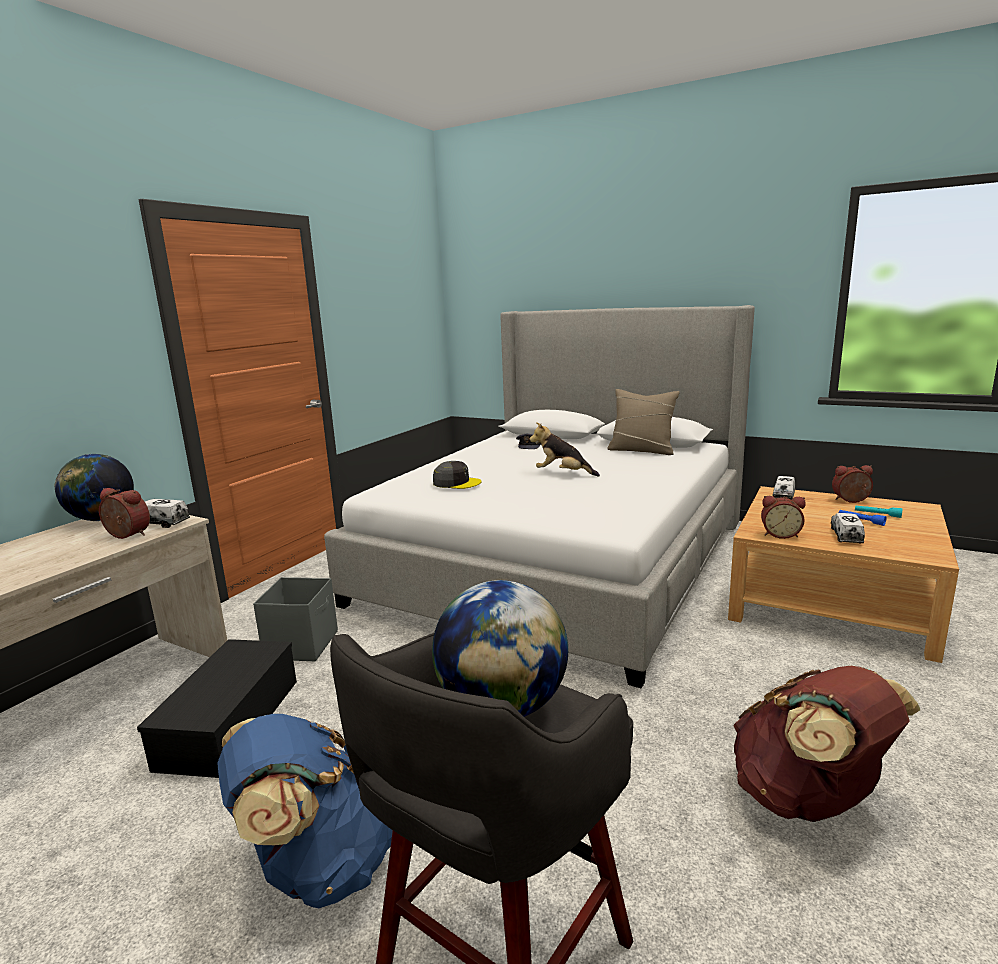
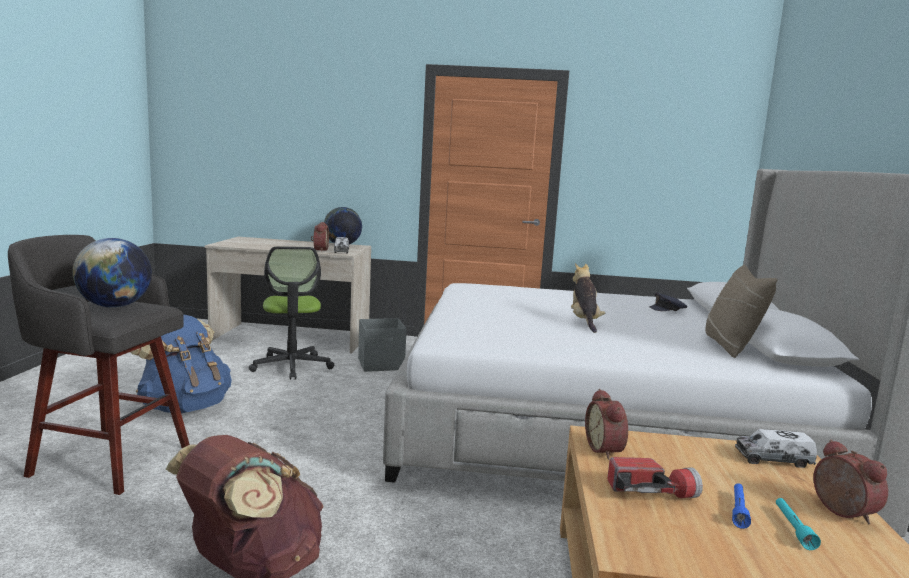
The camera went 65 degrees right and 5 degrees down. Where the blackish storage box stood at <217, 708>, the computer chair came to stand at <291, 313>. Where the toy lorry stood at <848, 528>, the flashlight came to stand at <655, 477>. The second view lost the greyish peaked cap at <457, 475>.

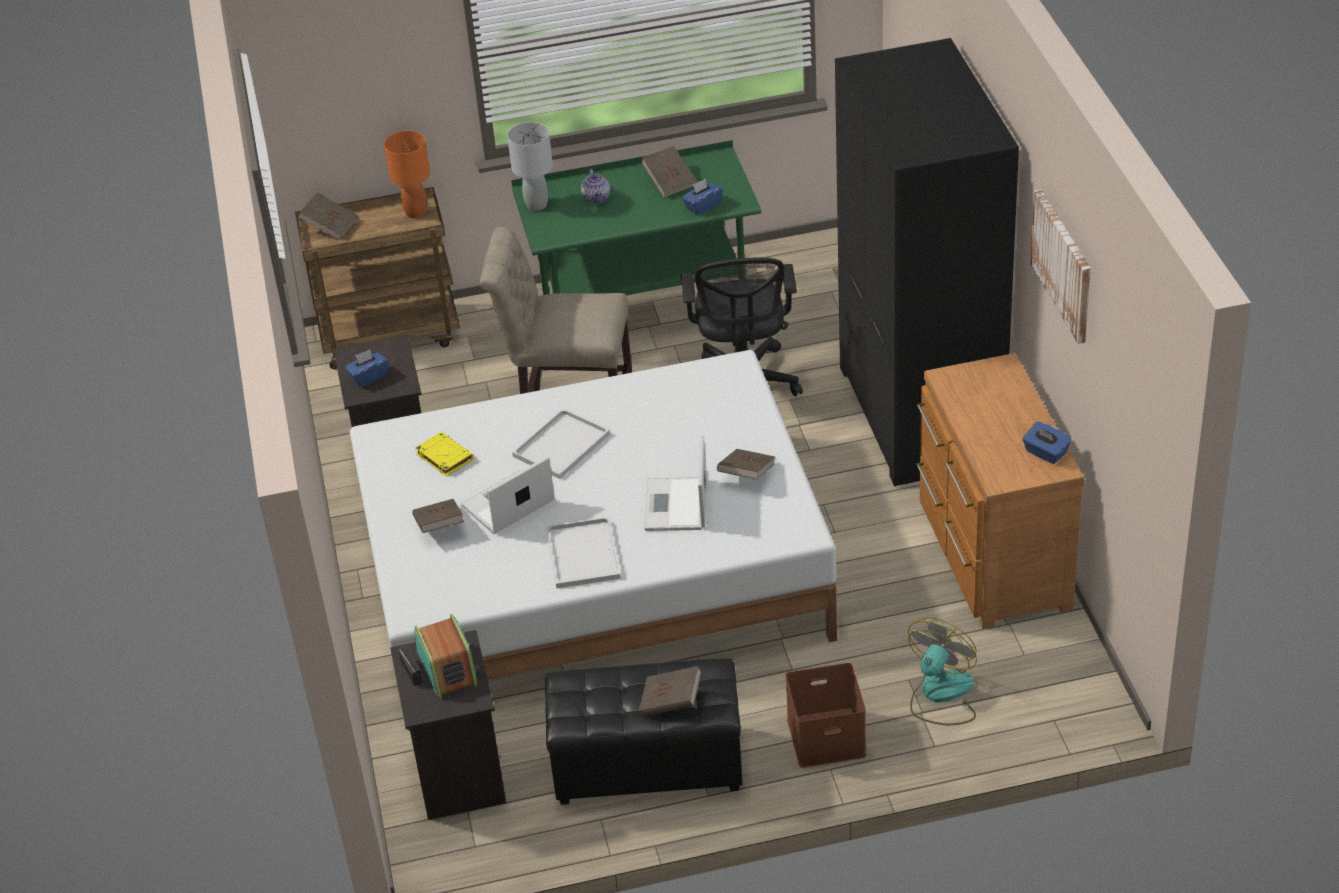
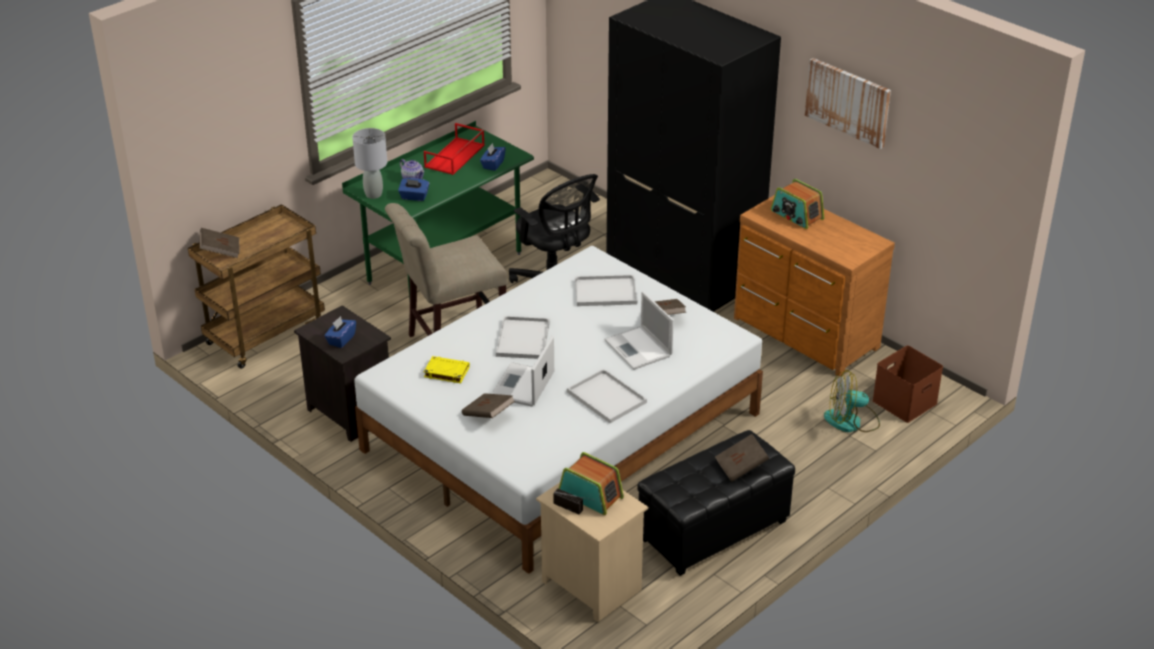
The camera went 35 degrees left and 5 degrees down. The blue box of tissues ended up elsewhere, having gone from <1046, 443> to <413, 189>. Where the brownish volume stood at <669, 172>, the red tray came to stand at <454, 149>. What was the blackish nightstand at <448, 725> turned into the sand-coloured nightstand at <592, 552>. The second view gained the white-coloured tray at <606, 290>. The second view gained the radio set at <797, 204>. The electric fan at <942, 671> ended up facing another way, 90 degrees counterclockwise from before. The brownish storage box ended up elsewhere, having gone from <826, 715> to <907, 384>. The second view lost the orange lamp for a table at <407, 174>.

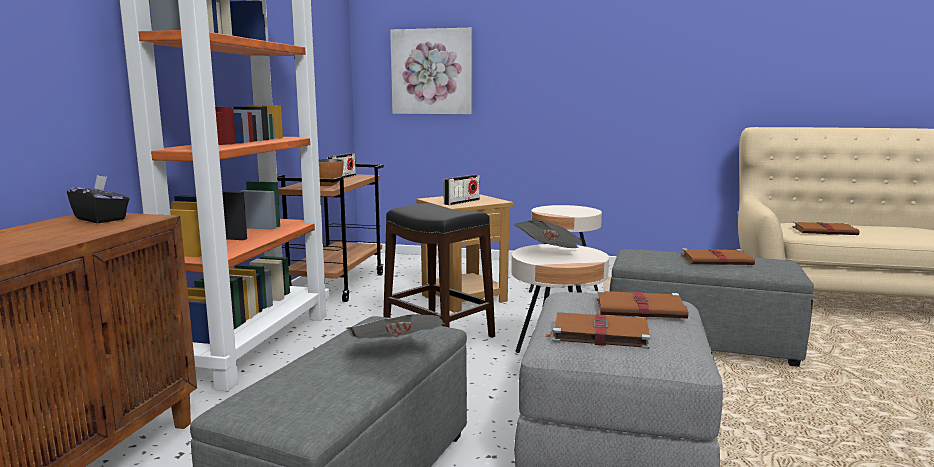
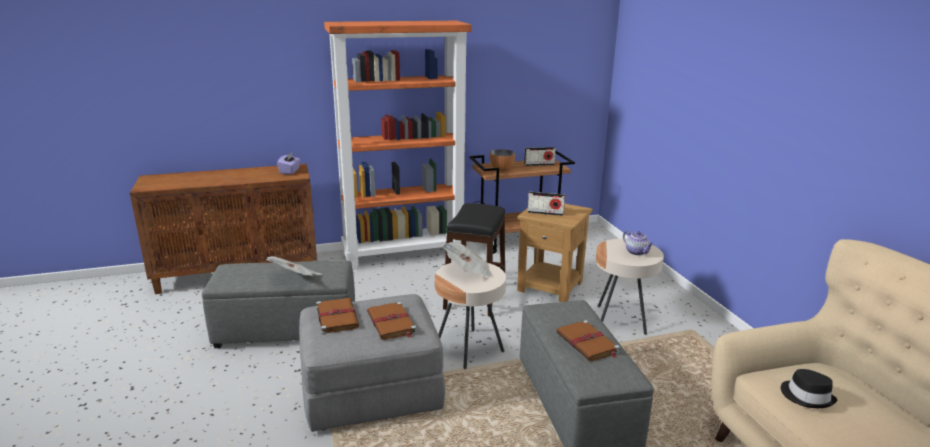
The camera went 60 degrees right and 10 degrees up. What was the blackish box of tissues at <98, 199> turned into the purple-coloured box of tissues at <289, 163>. The second view gained the pot for tea at <638, 243>. Where the brownish volume stood at <826, 228>, the blackish clothing hat came to stand at <809, 388>. The second view lost the wall picture at <431, 71>.

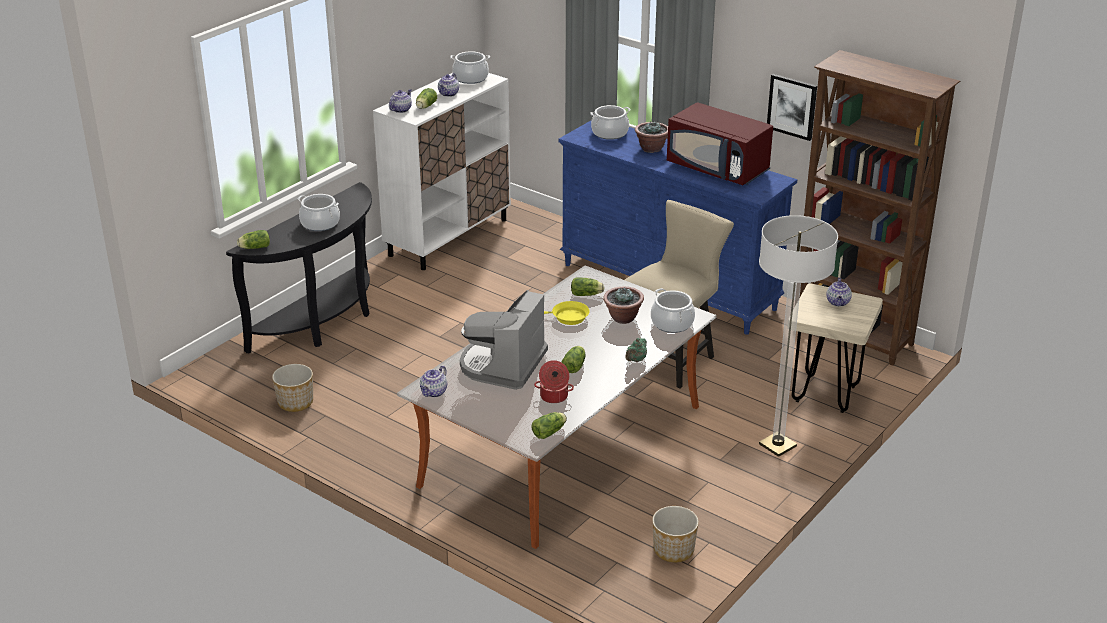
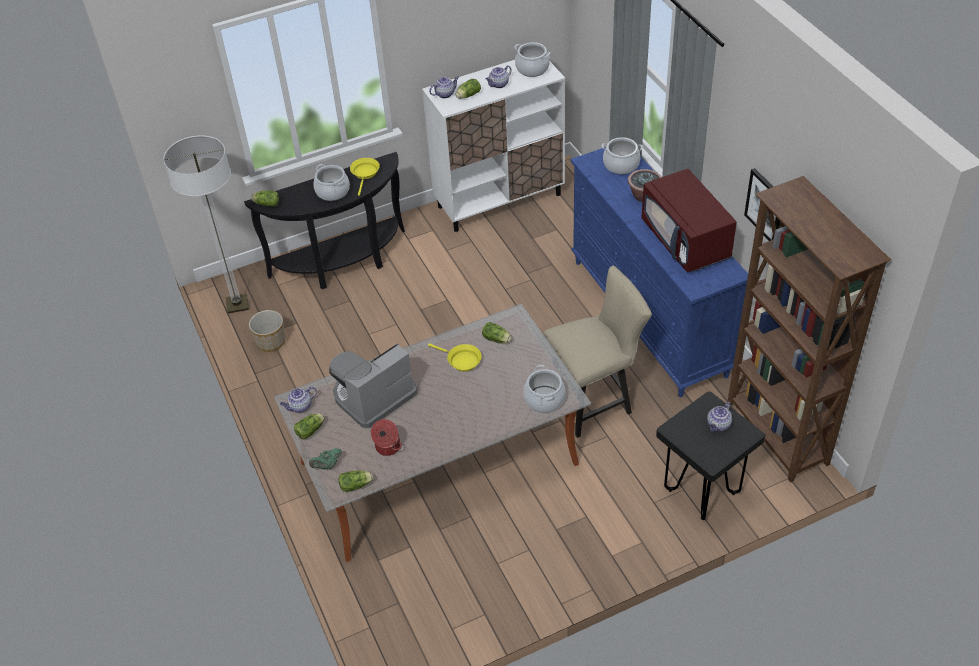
The camera went 30 degrees right and 15 degrees up. The floor lamp ended up elsewhere, having gone from <798, 336> to <206, 224>. The head of lettuce ended up elsewhere, having gone from <574, 359> to <309, 426>. The green-coloured pot for tea ended up elsewhere, having gone from <636, 350> to <325, 459>. The second view gained the yellow-coloured frying pan at <365, 177>. What was the sand-coloured stool at <837, 348> turned into the blackish stool at <710, 455>. The second view lost the houseplant at <623, 305>. The second view lost the plant pot at <675, 534>.

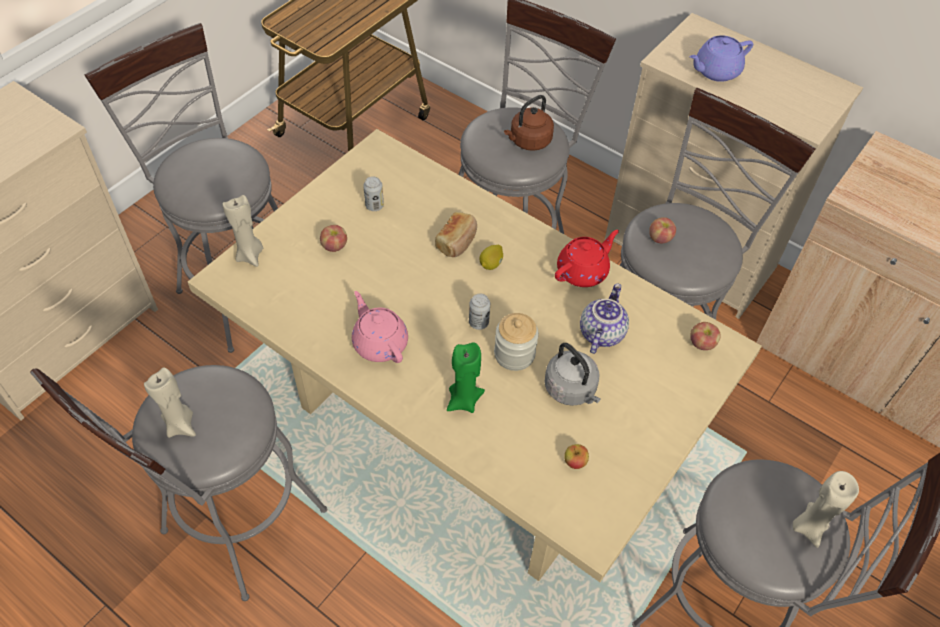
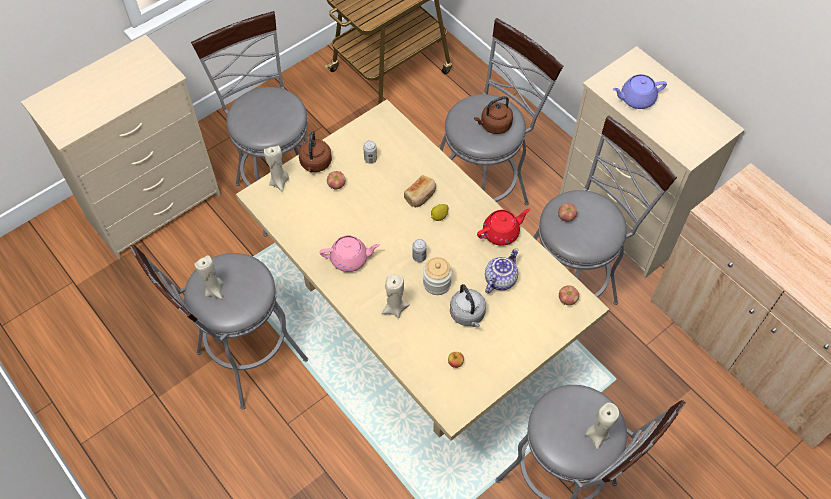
The camera went 15 degrees right and 5 degrees up. The second view gained the brownish kettle at <315, 151>. The pinkish pot for tea at <380, 327> ended up facing another way, 105 degrees clockwise from before. What was the green-coloured candle at <466, 377> turned into the sand-coloured candle at <396, 296>.

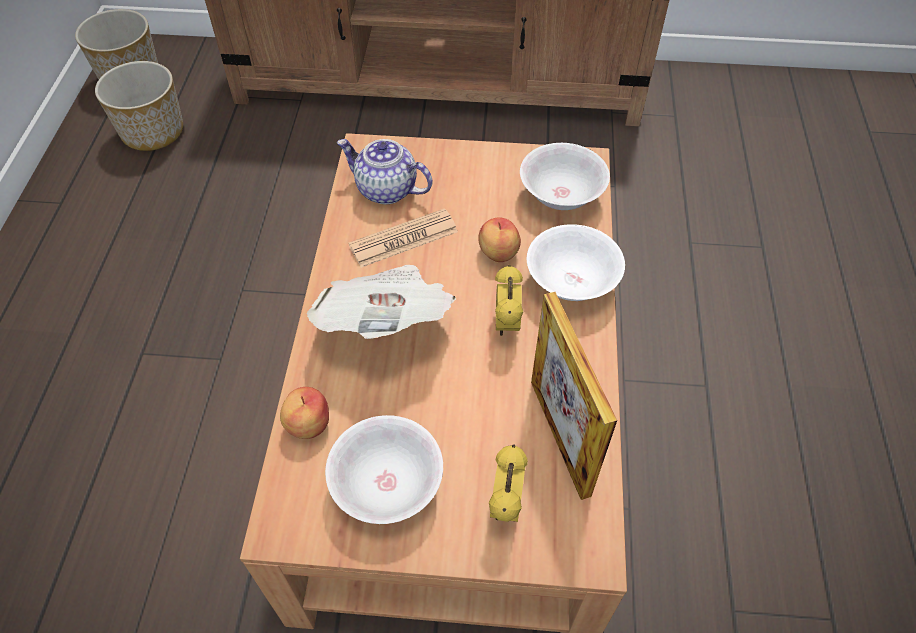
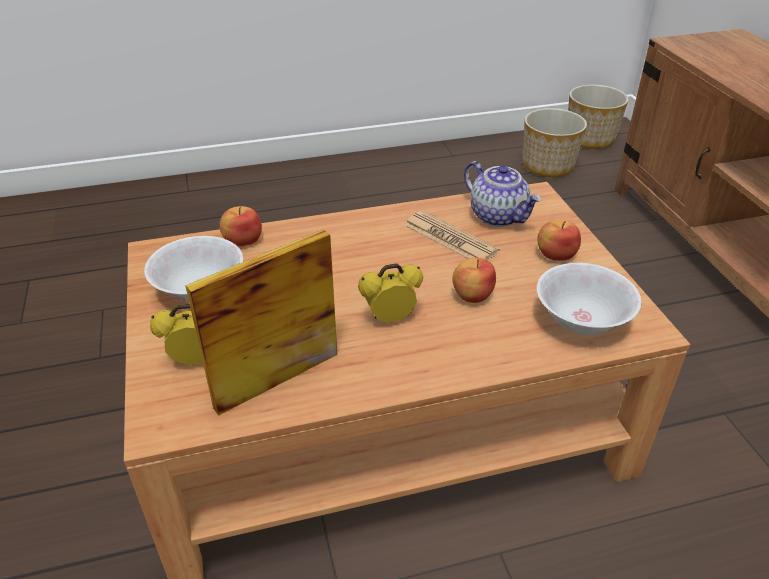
The camera went 70 degrees right and 15 degrees down. The pot for tea at <385, 171> ended up facing another way, 135 degrees clockwise from before. The second view gained the apple fruit at <559, 240>. The second view lost the newspaper at <381, 302>. The second view lost the white-coloured serving bowl at <576, 262>.

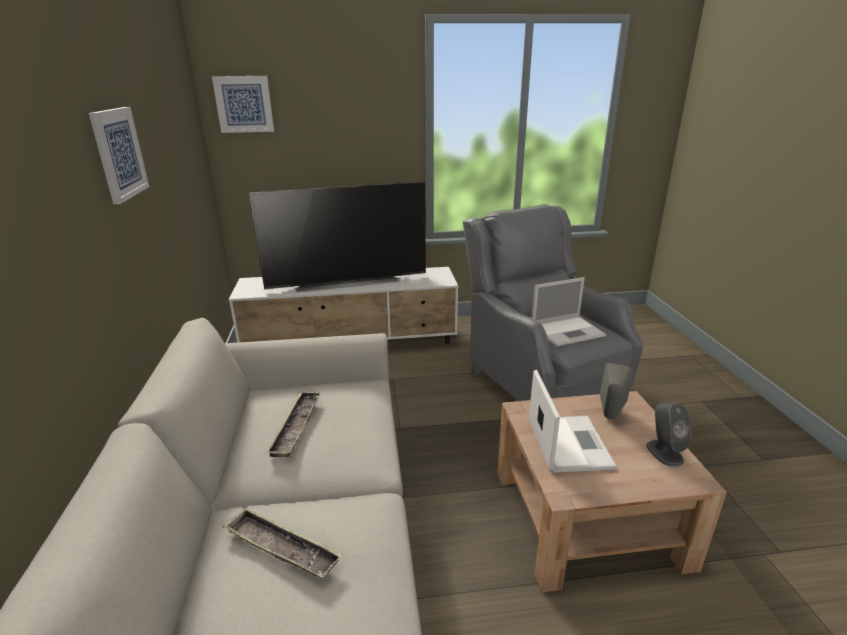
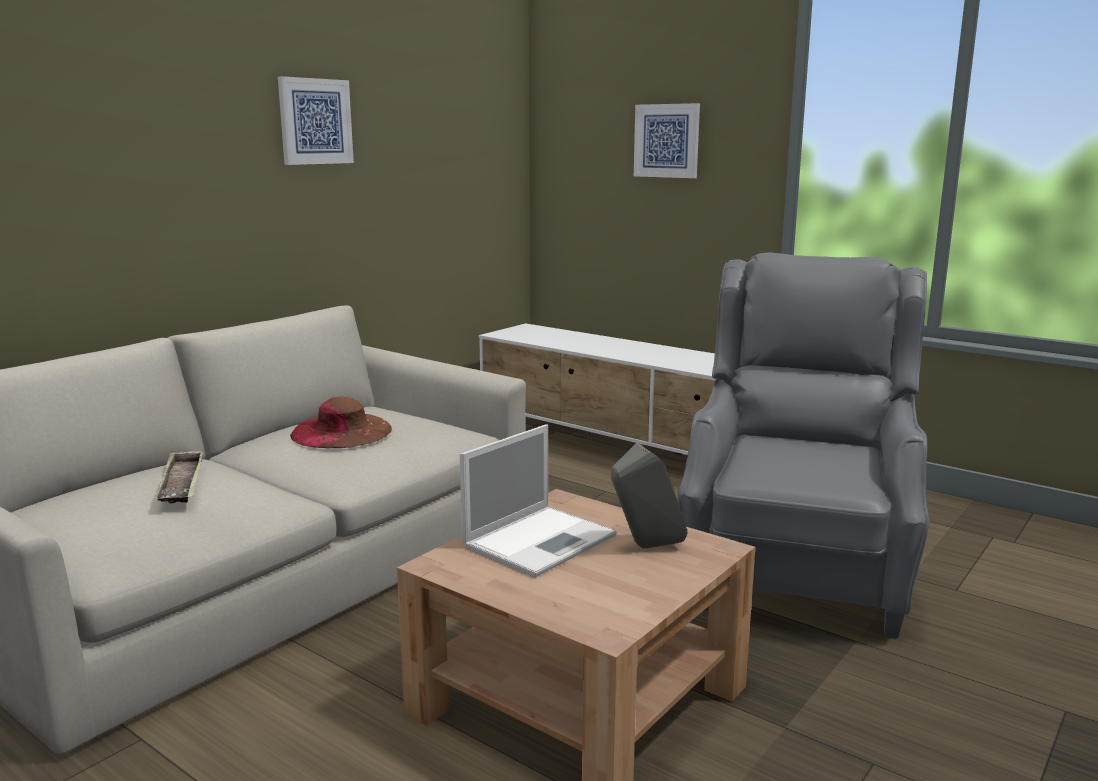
The camera went 45 degrees right and 10 degrees down. Where the tray stood at <293, 424>, the brownish clothing hat came to stand at <341, 422>. The wall picture ended up elsewhere, having gone from <243, 104> to <667, 140>. The second view lost the TV set at <337, 237>. The second view lost the laptop at <568, 312>. The second view lost the greyish loudspeaker at <669, 435>.

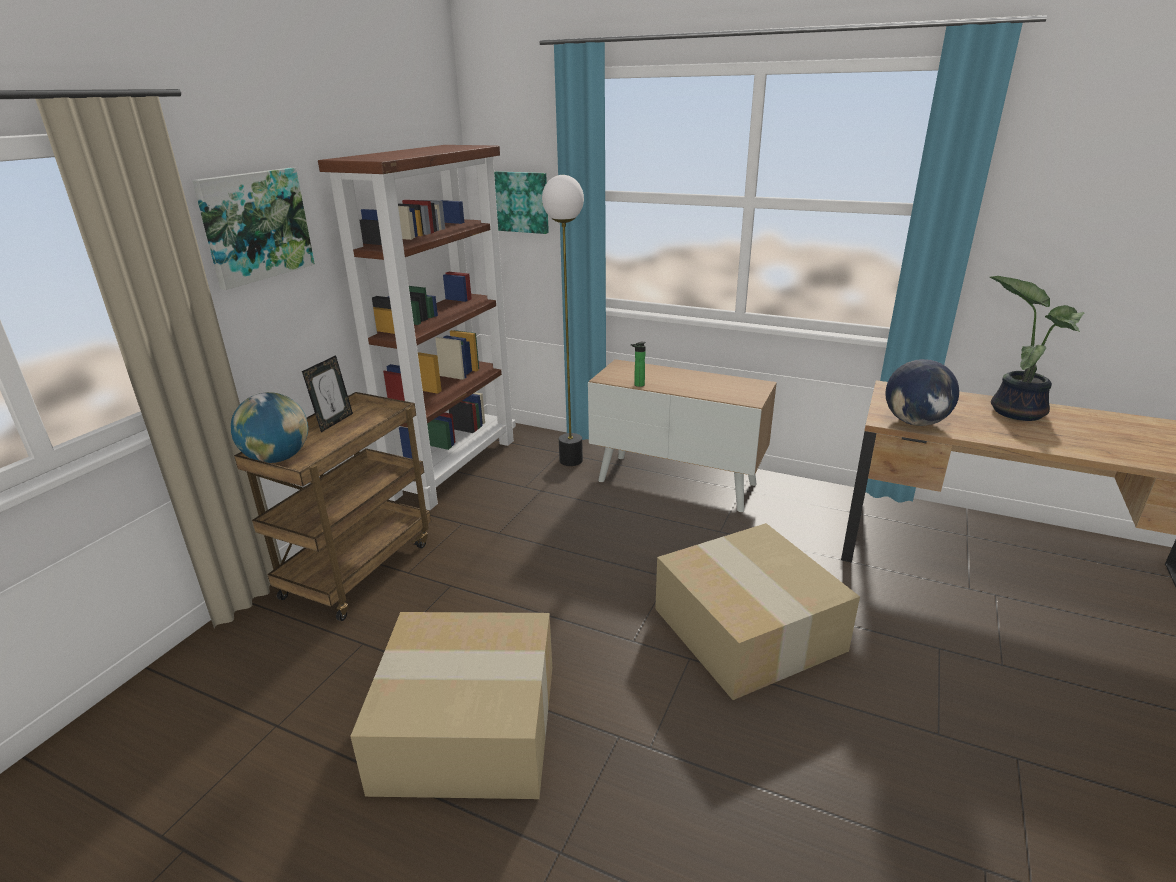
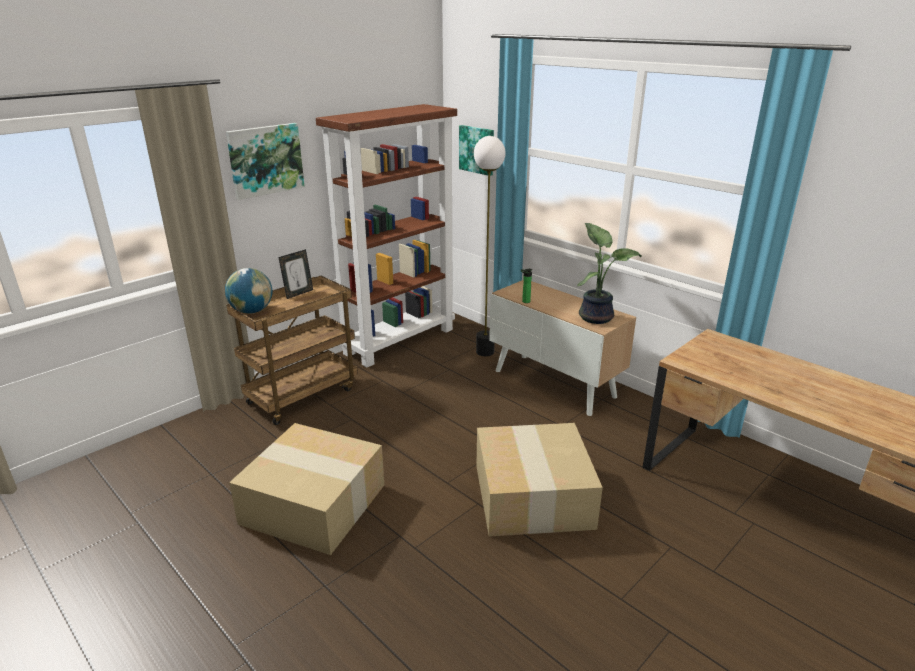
The camera went 20 degrees right and 0 degrees up. The houseplant ended up elsewhere, having gone from <1037, 348> to <610, 273>. The second view lost the world globe at <922, 392>.

